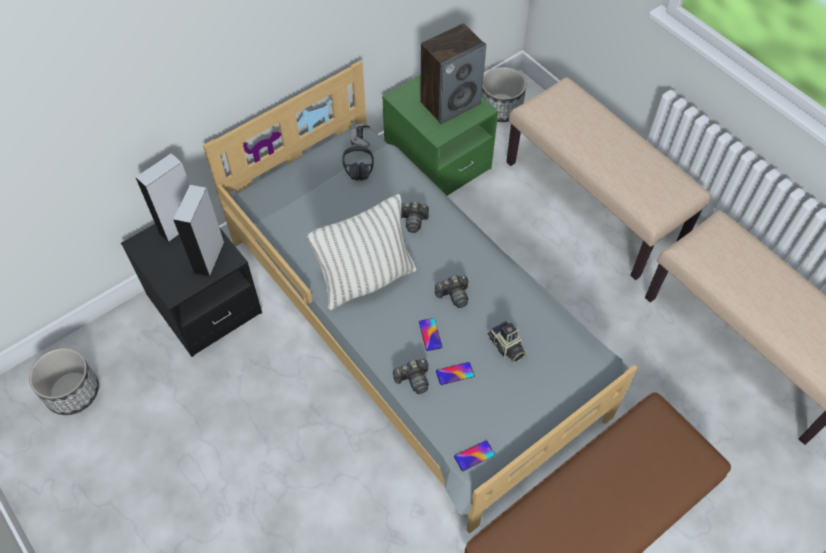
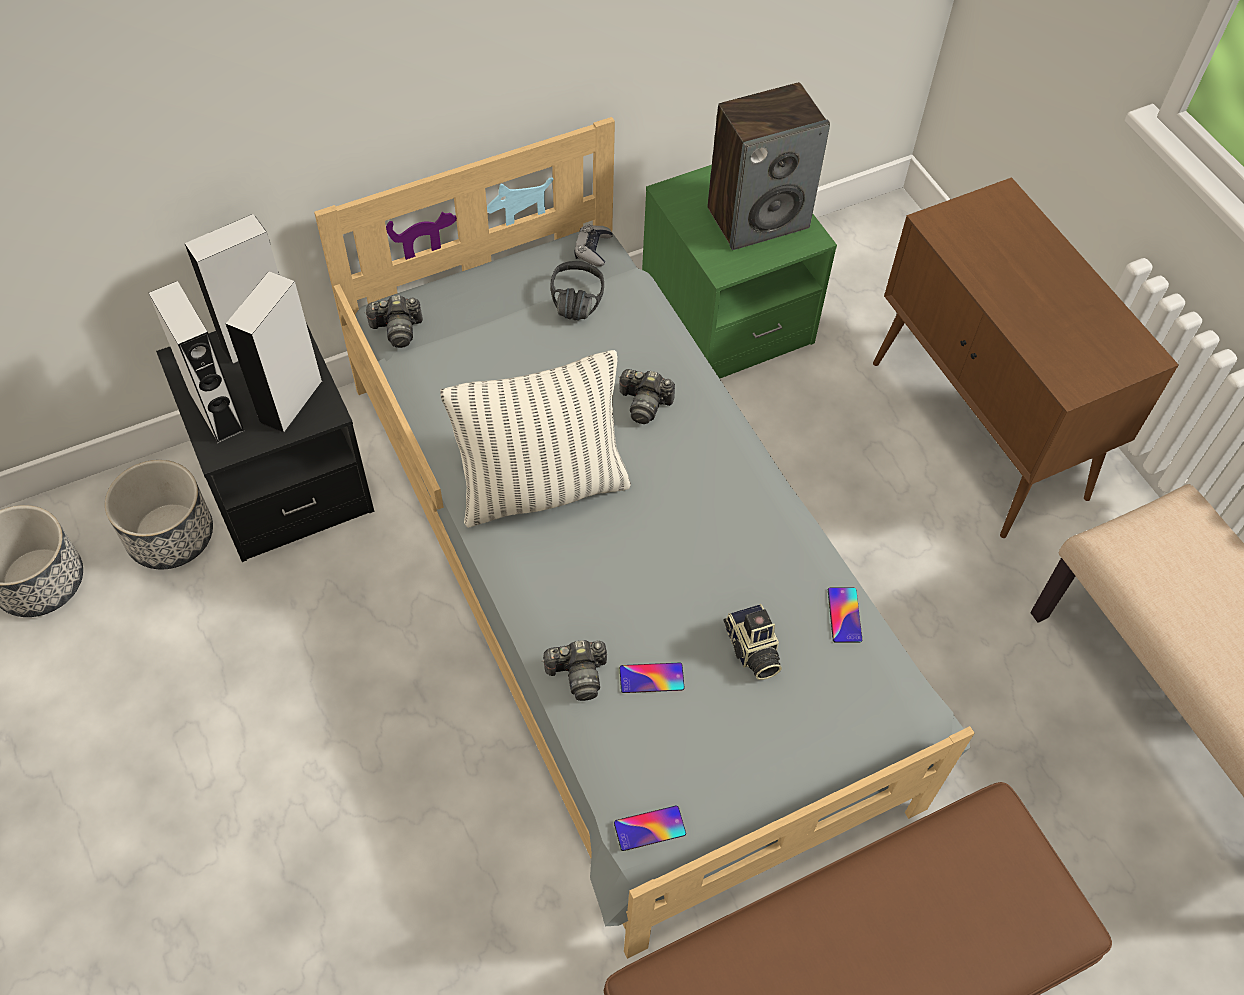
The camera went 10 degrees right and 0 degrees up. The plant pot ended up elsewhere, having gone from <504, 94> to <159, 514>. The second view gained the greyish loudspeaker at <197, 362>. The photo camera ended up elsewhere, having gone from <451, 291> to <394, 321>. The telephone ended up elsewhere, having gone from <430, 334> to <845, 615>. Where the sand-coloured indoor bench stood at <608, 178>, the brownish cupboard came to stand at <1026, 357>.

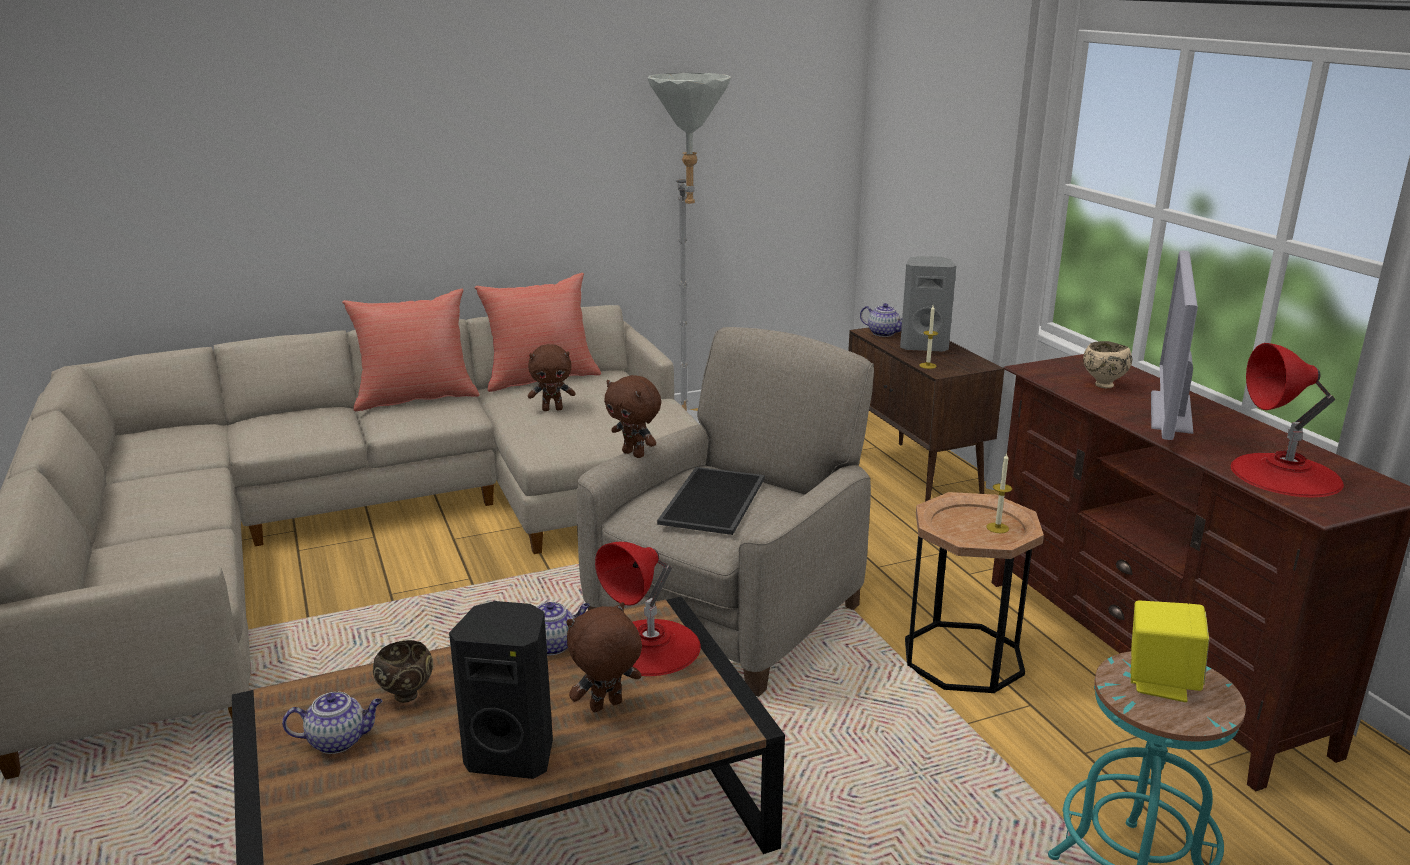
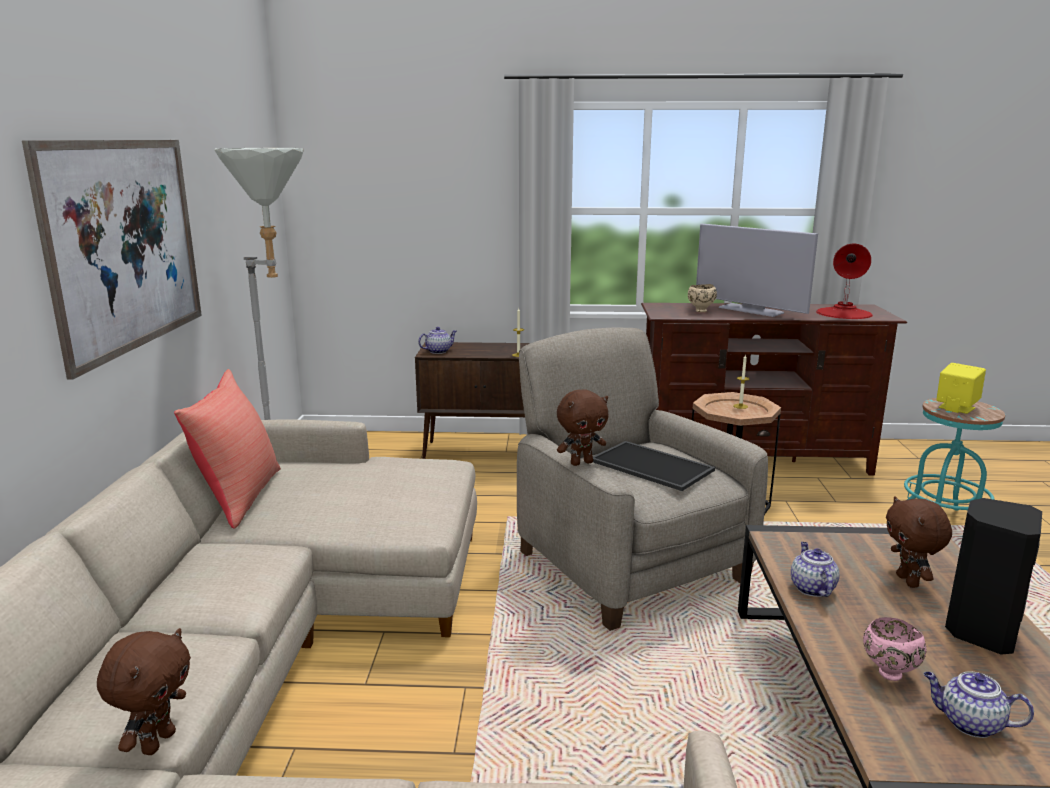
The camera went 65 degrees left and 5 degrees down. The second view gained the wall picture at <112, 260>. The brownish soft toy ended up elsewhere, having gone from <551, 377> to <144, 691>. What was the brownish serving bowl at <403, 671> turned into the pinkish serving bowl at <895, 649>. The pot for tea at <332, 723> ended up facing another way, 75 degrees counterclockwise from before. The second view lost the red pillow at <411, 350>. The second view lost the red lamp for a table at <648, 609>. The second view lost the greyish loudspeaker at <928, 304>.

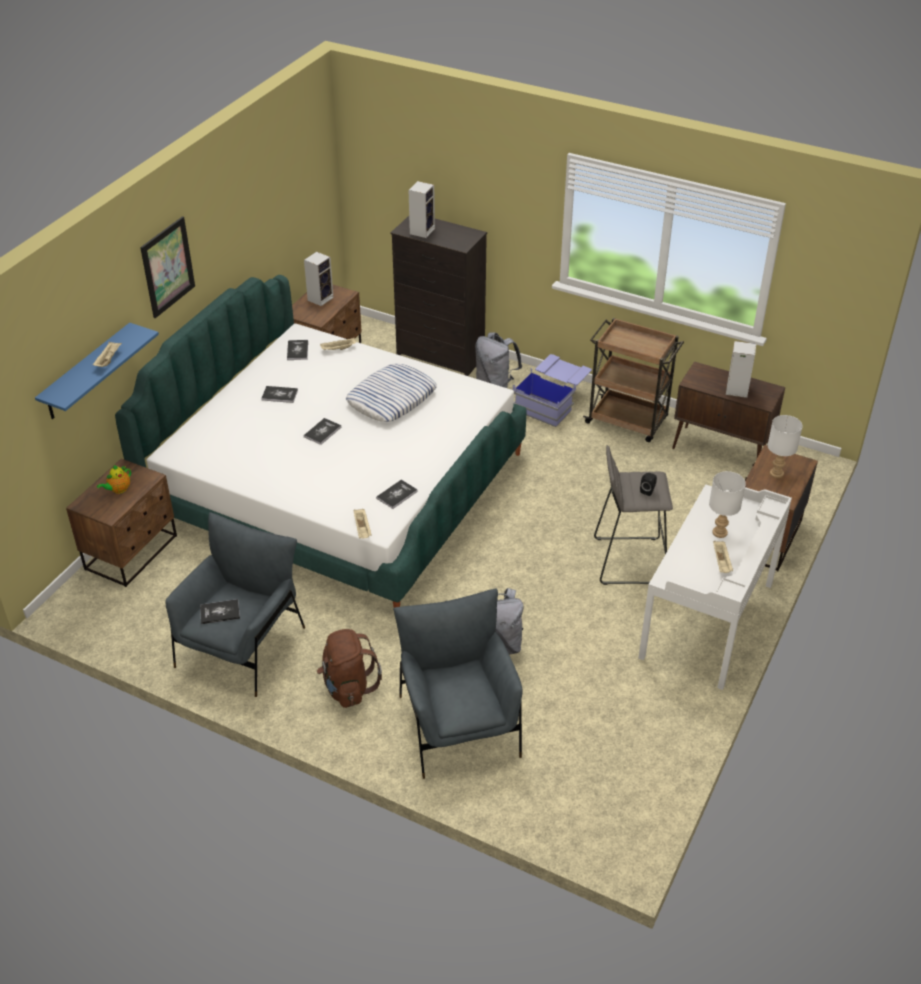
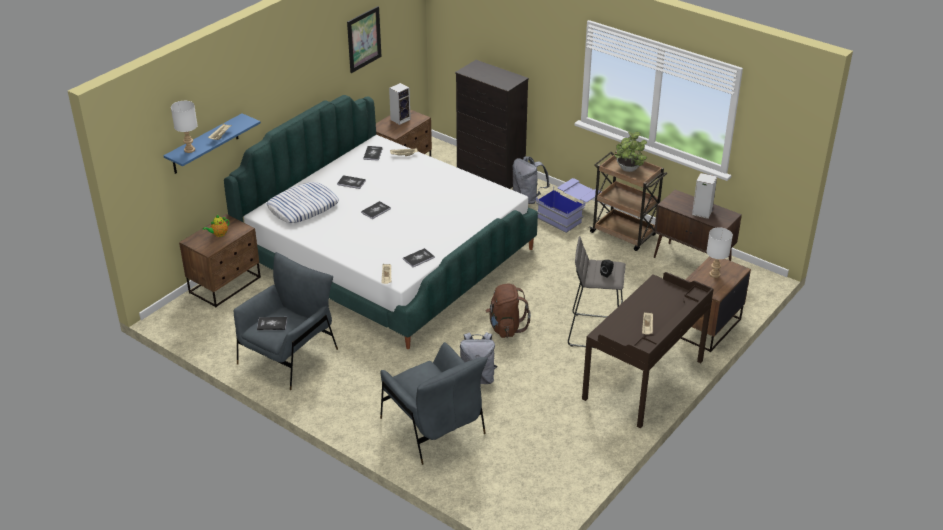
The camera went 10 degrees right and 5 degrees down. The white-coloured lamp for a table ended up elsewhere, having gone from <727, 504> to <184, 127>. The pillow ended up elsewhere, having gone from <391, 393> to <302, 202>. The wall picture ended up elsewhere, having gone from <167, 267> to <364, 39>. The greyish lounge chair at <458, 683> ended up facing another way, 150 degrees clockwise from before. The brownish rucksack ended up elsewhere, having gone from <349, 668> to <508, 311>. What was the white-coloured desk at <715, 587> turned into the brownish desk at <648, 350>. The second view gained the houseplant at <630, 151>. The second view lost the loudspeaker at <421, 209>.

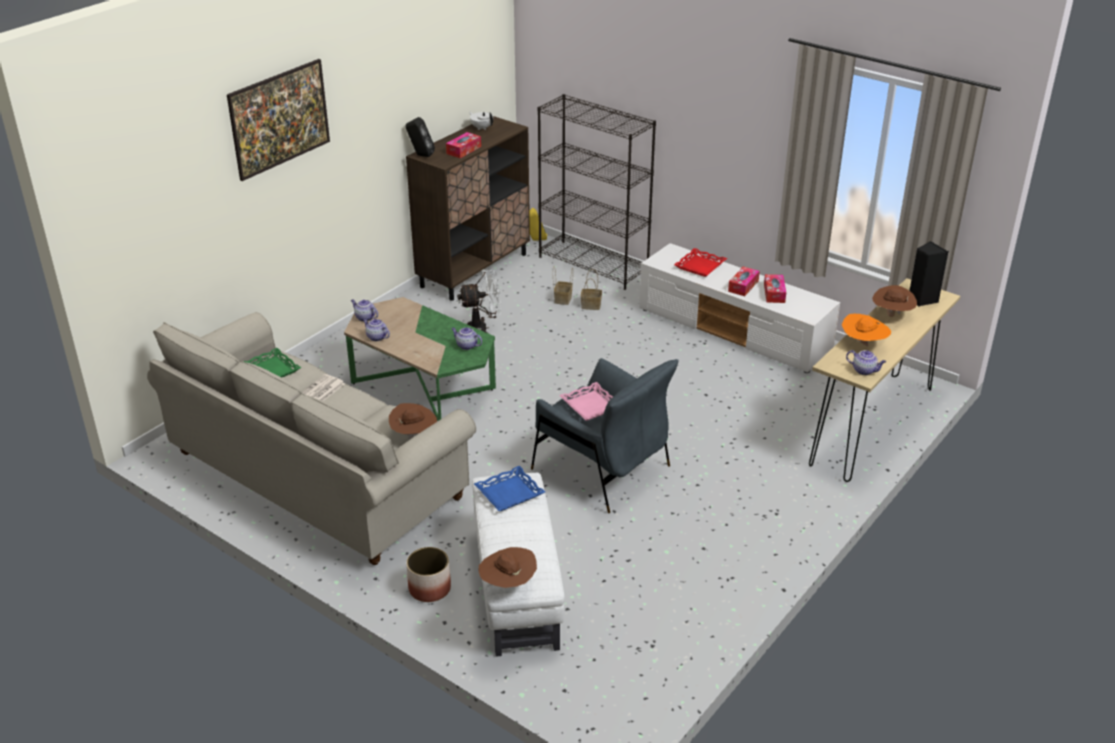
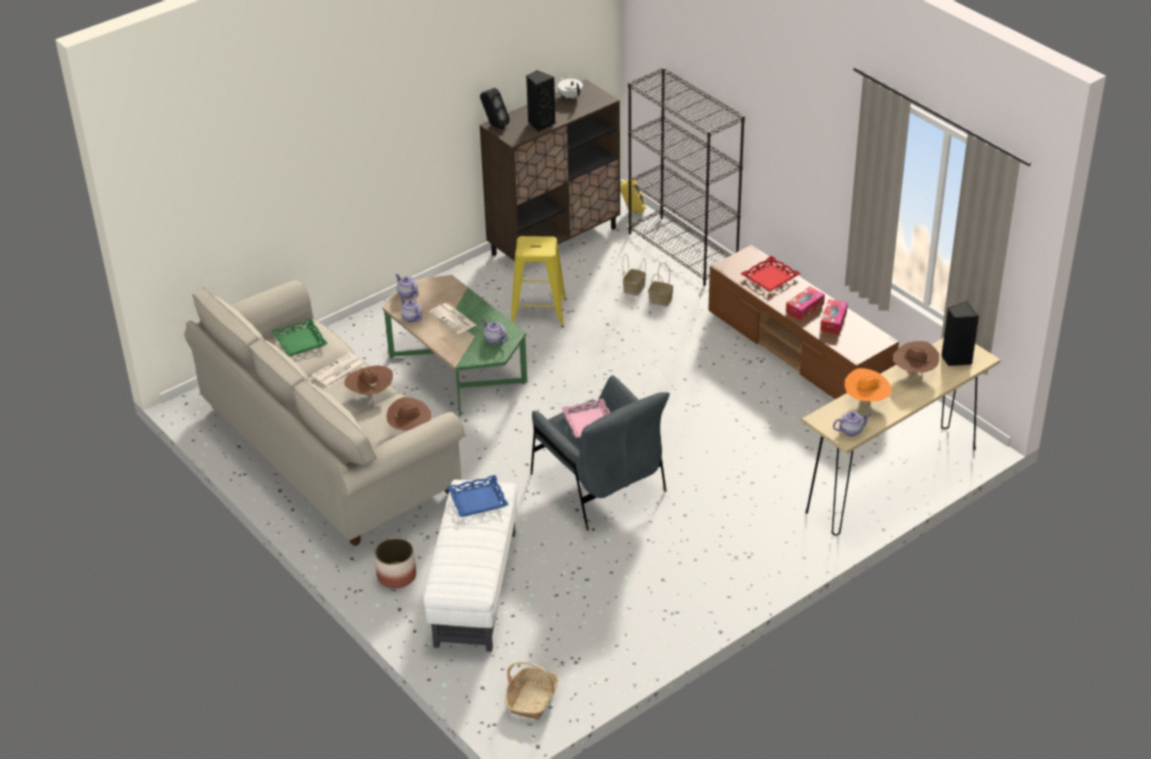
The camera went 15 degrees right and 5 degrees up. The brownish clothing hat ended up elsewhere, having gone from <508, 567> to <368, 381>. The second view gained the newspaper at <452, 318>. The second view gained the basket at <531, 690>. Where the white-coloured electric fan stood at <479, 302>, the yellow-coloured stool came to stand at <538, 281>. Where the box of tissues stood at <463, 145>, the blackish loudspeaker came to stand at <541, 101>. What was the white-coloured tv unit at <739, 308> turned into the brownish tv unit at <803, 322>. The pot for tea at <866, 362> ended up facing another way, 60 degrees counterclockwise from before. The second view lost the wall picture at <278, 120>.

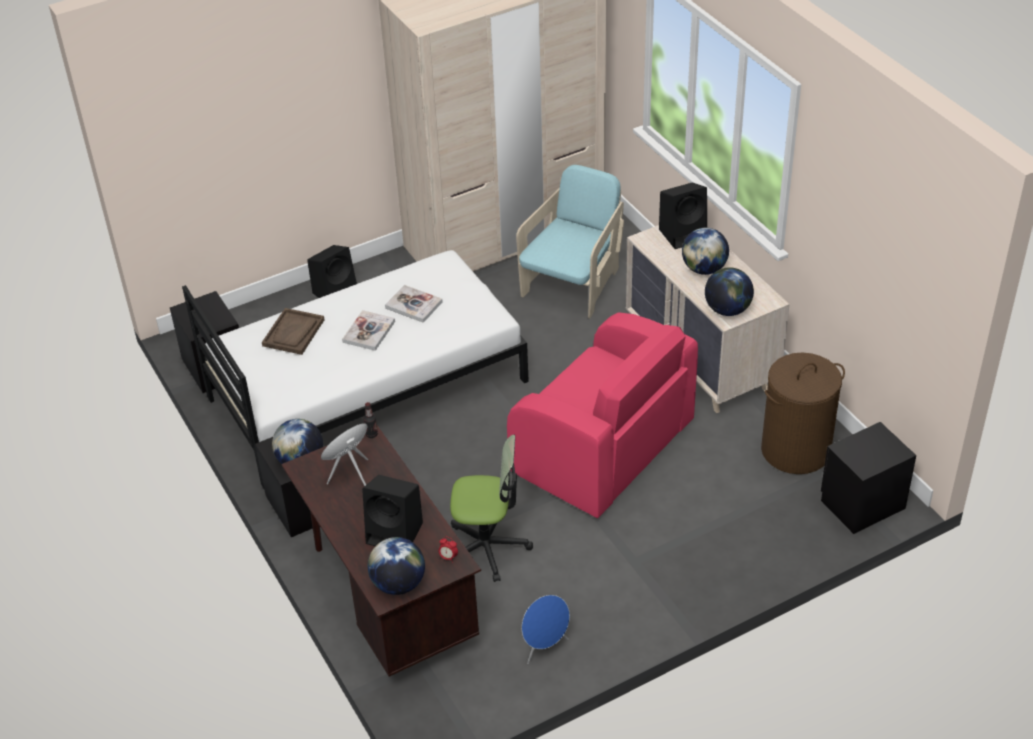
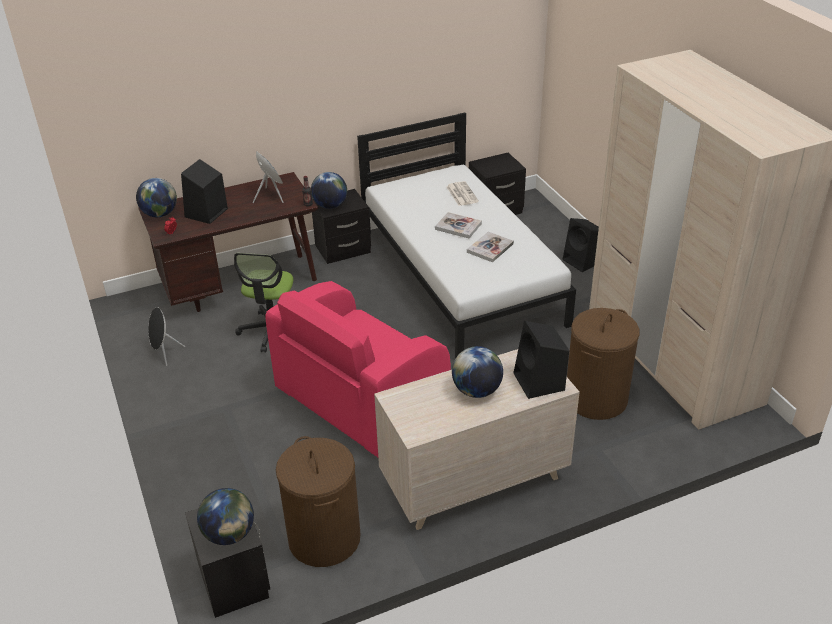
The camera went 95 degrees right and 5 degrees down. What was the blue loudspeaker at <546, 629> turned into the blackish loudspeaker at <166, 336>. The world globe ended up elsewhere, having gone from <729, 291> to <225, 516>. Where the brownish tray stood at <293, 331>, the newspaper came to stand at <462, 193>. Where the turquoise lounge chair stood at <570, 241>, the brownish laundry basket came to stand at <603, 364>.

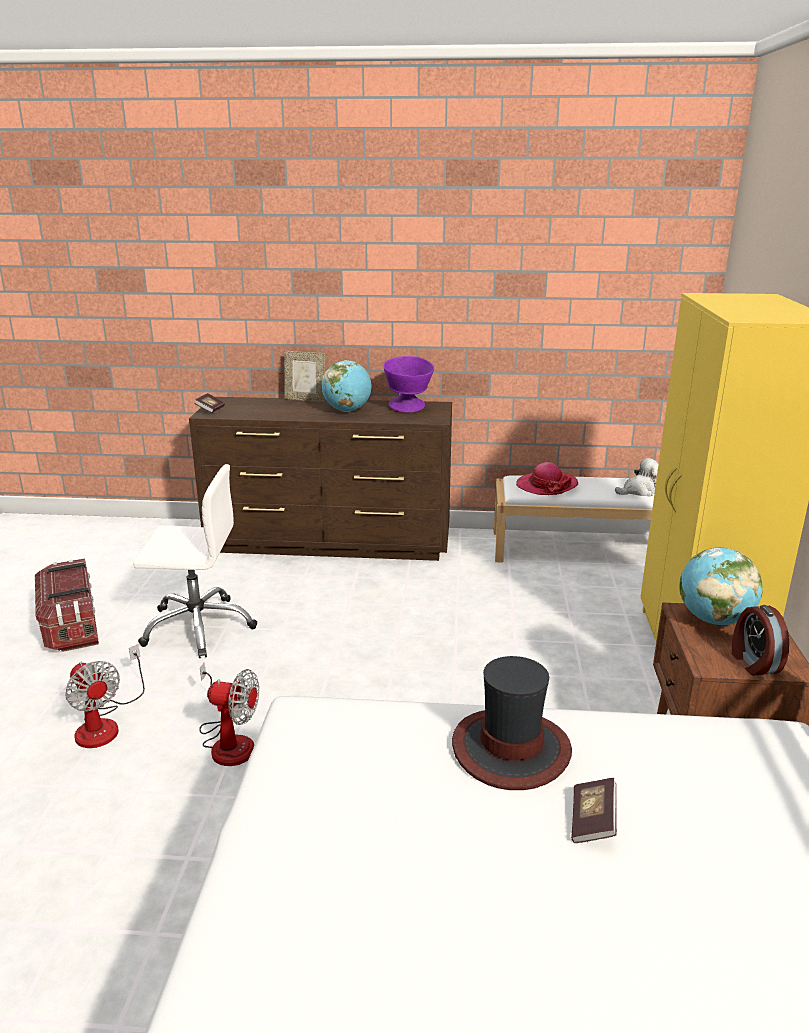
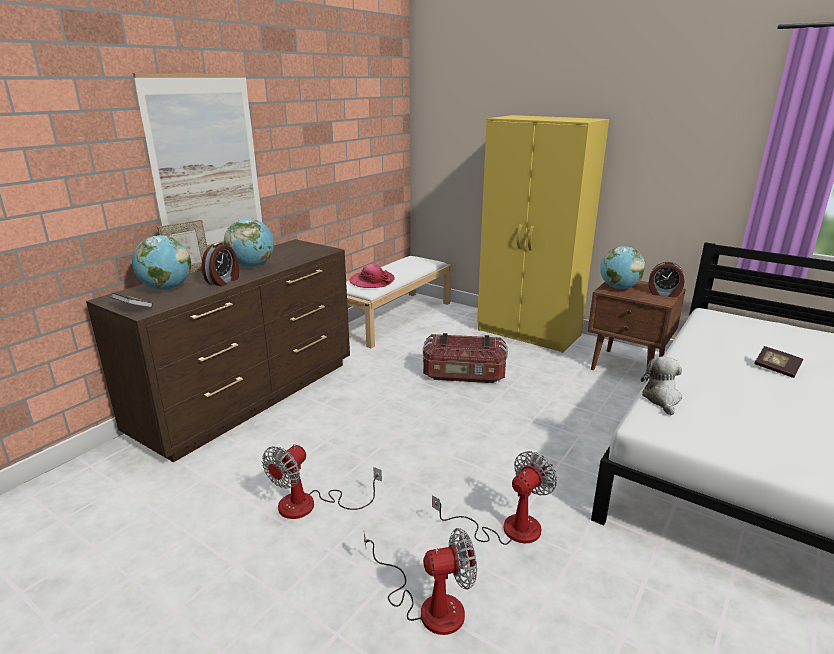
The camera went 60 degrees left and 0 degrees up. The second view gained the world globe at <161, 262>. The second view gained the wall picture at <197, 160>. The second view gained the alarm clock at <220, 264>. Where the white-coloured computer chair stood at <195, 561>, the electric fan came to stand at <322, 481>. The storage box ended up elsewhere, having gone from <67, 605> to <465, 358>. The soft toy ended up elsewhere, having gone from <636, 477> to <661, 385>. The second view lost the purple-coloured serving bowl at <408, 384>. The second view lost the clothing hat at <512, 723>.

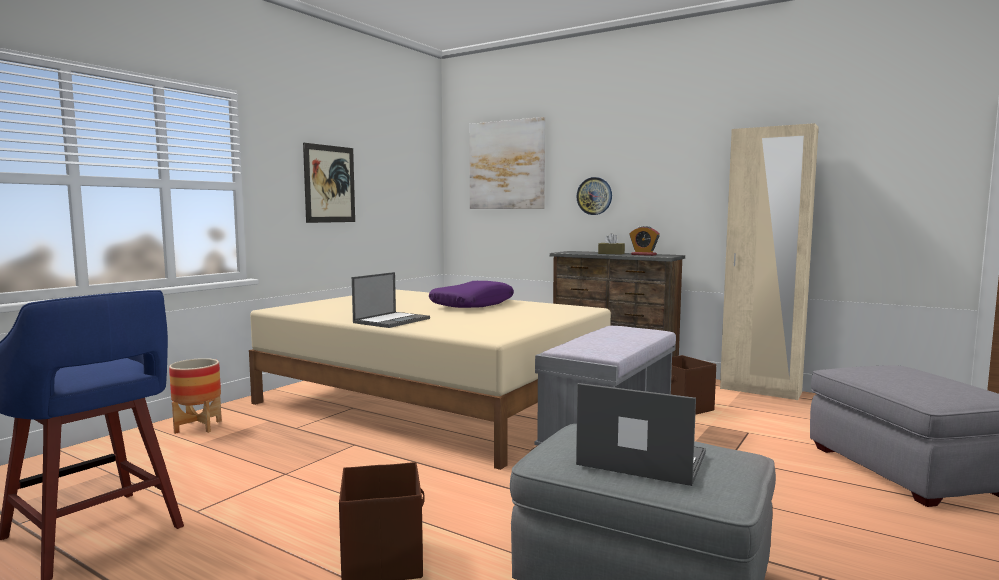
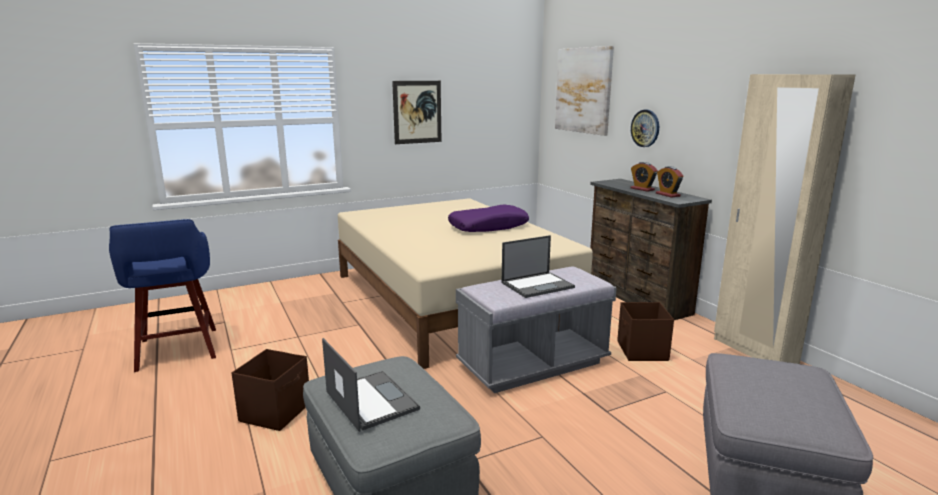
The camera went 30 degrees right and 10 degrees up. The laptop ended up elsewhere, having gone from <391, 300> to <538, 266>. Where the brownish box of tissues stood at <611, 244>, the alarm clock came to stand at <644, 177>. The second view lost the plant pot at <195, 396>.

